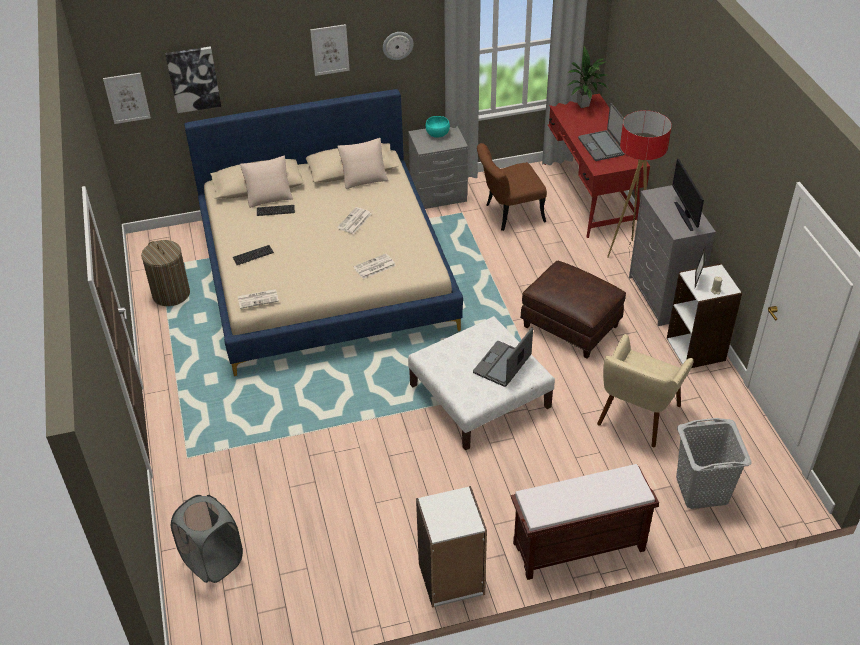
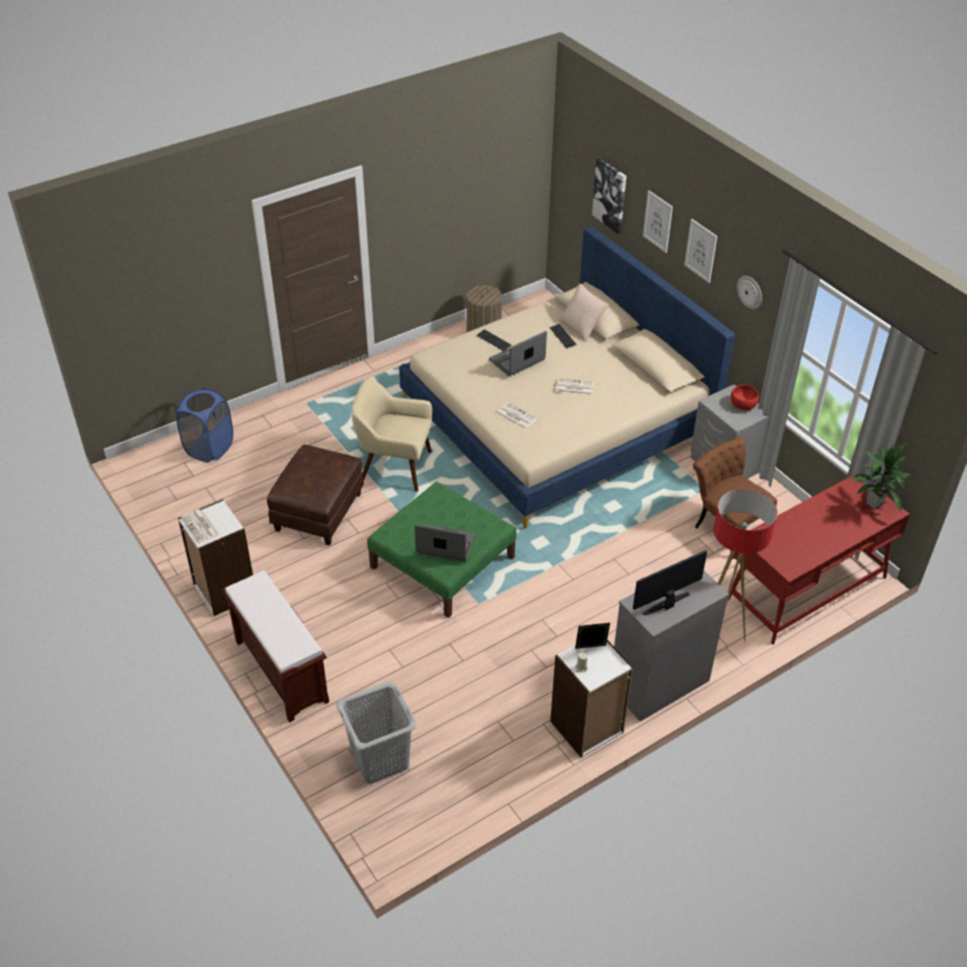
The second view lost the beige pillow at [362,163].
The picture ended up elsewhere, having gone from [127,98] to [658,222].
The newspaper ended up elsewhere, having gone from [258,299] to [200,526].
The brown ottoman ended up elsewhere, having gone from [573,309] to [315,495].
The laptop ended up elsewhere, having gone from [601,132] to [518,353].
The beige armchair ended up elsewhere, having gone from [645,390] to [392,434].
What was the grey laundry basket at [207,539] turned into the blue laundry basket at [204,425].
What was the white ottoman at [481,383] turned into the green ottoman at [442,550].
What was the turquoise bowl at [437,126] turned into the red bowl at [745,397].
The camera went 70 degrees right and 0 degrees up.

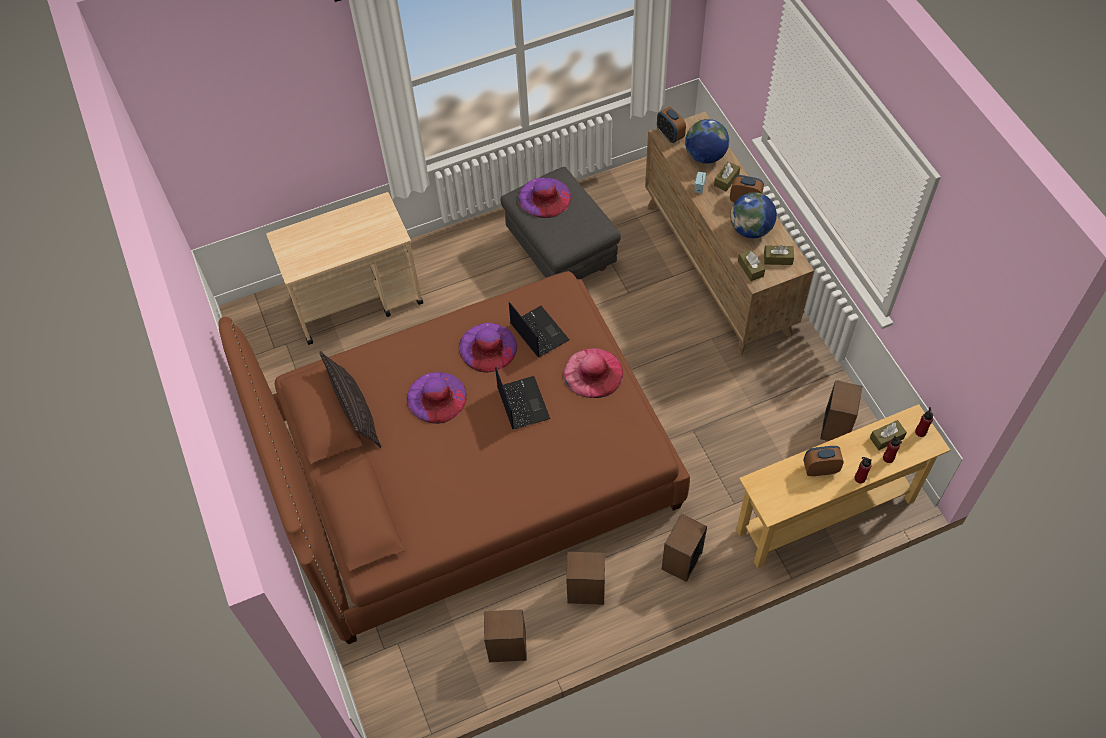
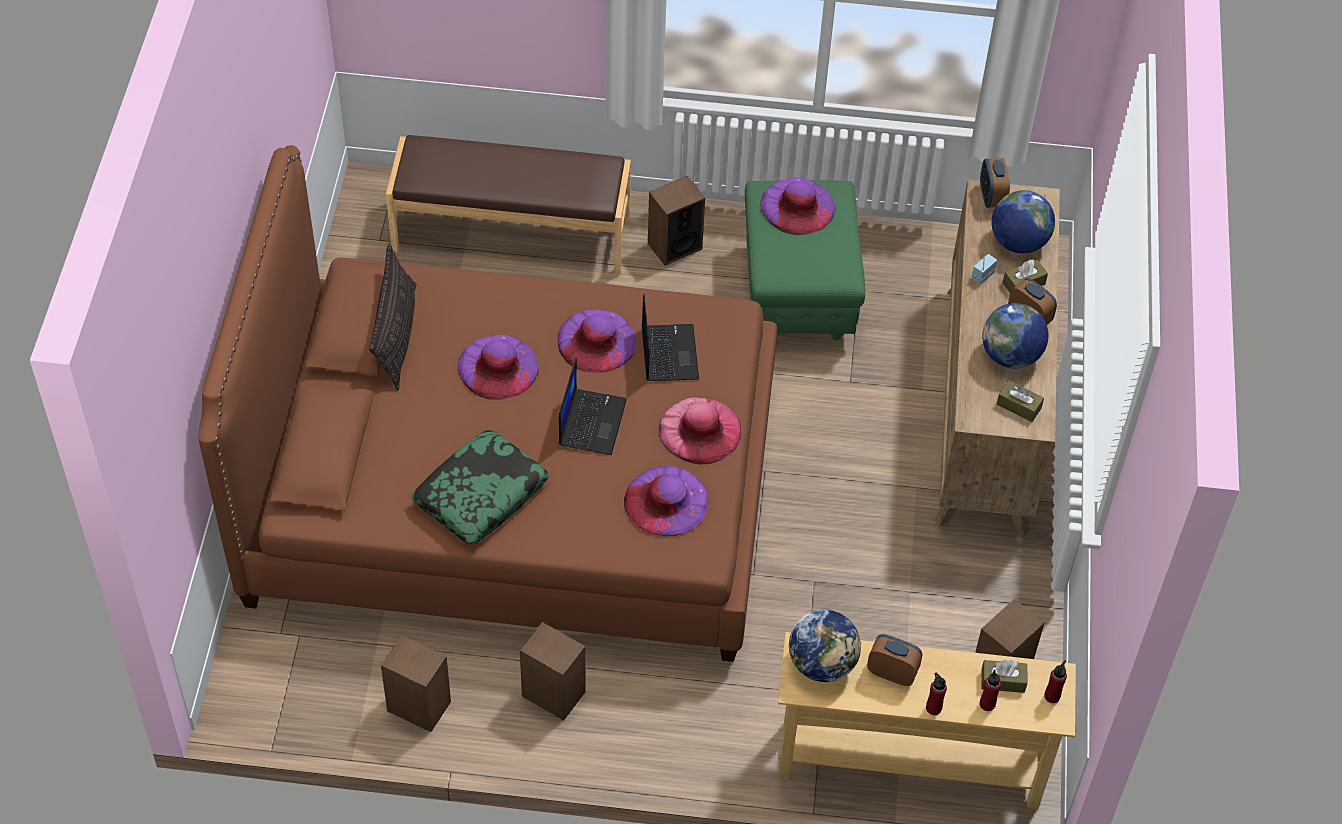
The second view lost the brown tissue box at [751,265].
The second view gained the pillow at [480,487].
The second view gained the purple hat at [666,501].
The second view gained the globe at [825,646].
The speaker ended up elsewhere, having gone from [684,548] to [676,220].
Where the beige cart stood at [344,268], the brown bench came to stand at [508,205].
What was the grey ottoman at [561,223] turned into the green ottoman at [805,260].
The camera went 25 degrees right and 5 degrees down.

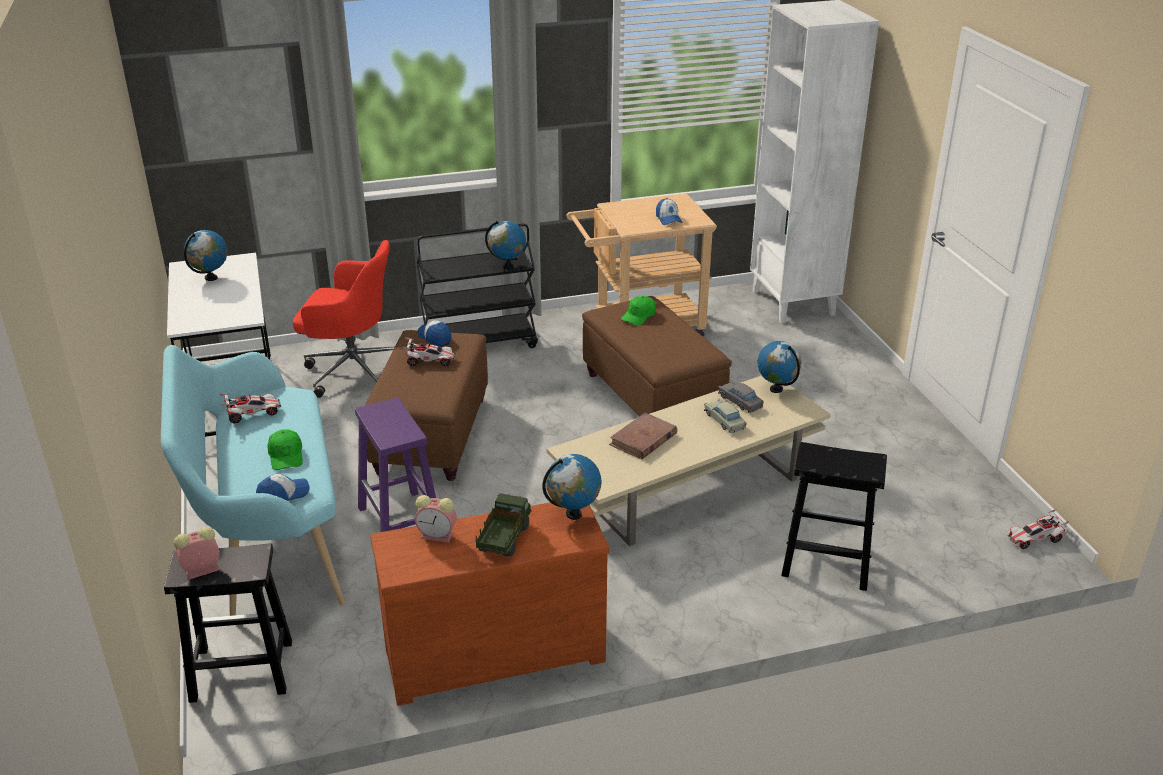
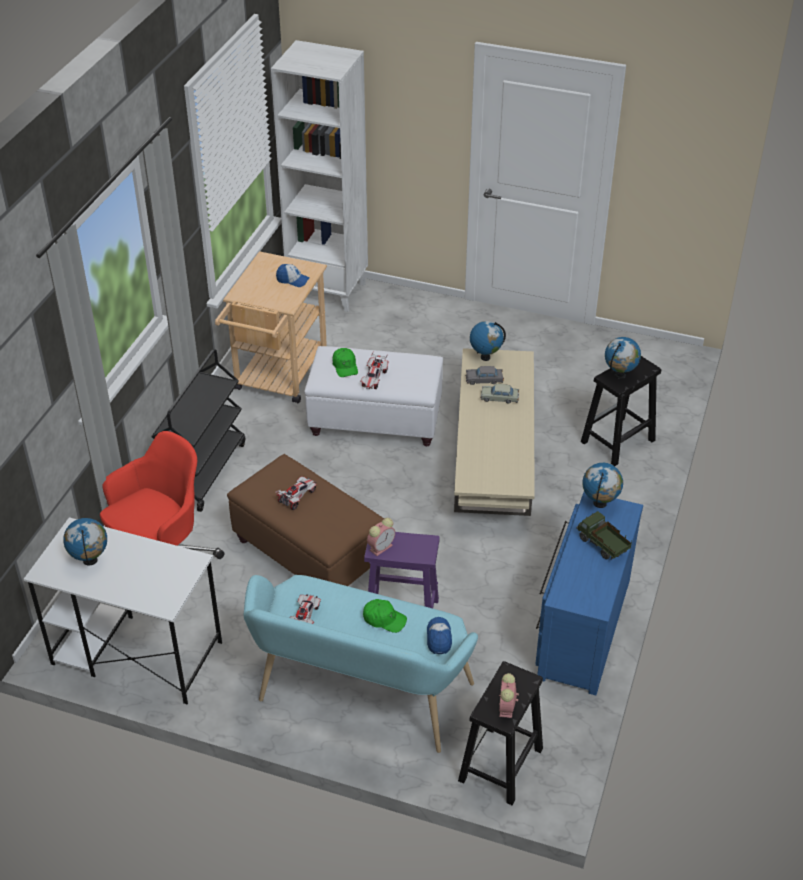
The second view lost the cap at [434,333].
The second view lost the brown book at [643,436].
The alarm clock ended up elsewhere, having gone from [436,519] to [381,537].
The globe ended up elsewhere, having gone from [505,245] to [623,358].
The toy car ended up elsewhere, having gone from [1038,529] to [374,370].
What was the brown dresser at [489,604] turned into the blue dresser at [589,593].
What was the brown ottoman at [657,356] turned into the white ottoman at [373,396].
The camera went 55 degrees left and 10 degrees up.

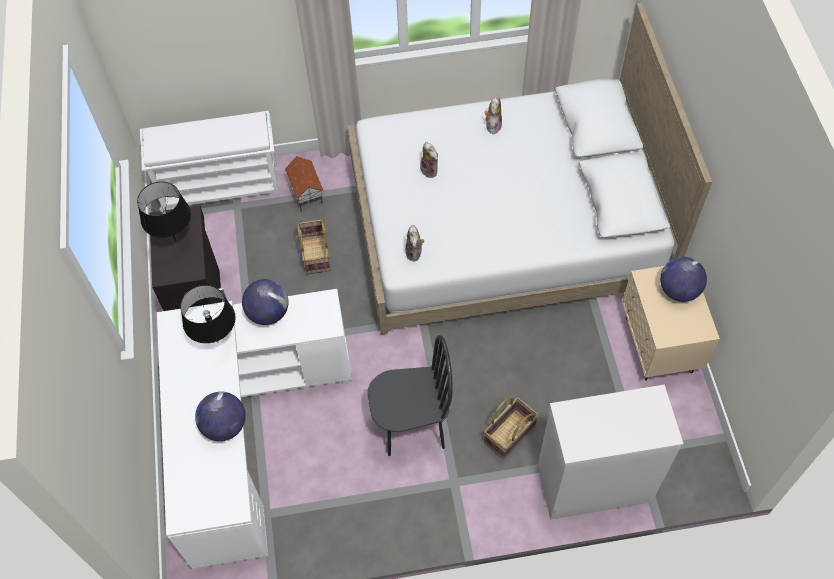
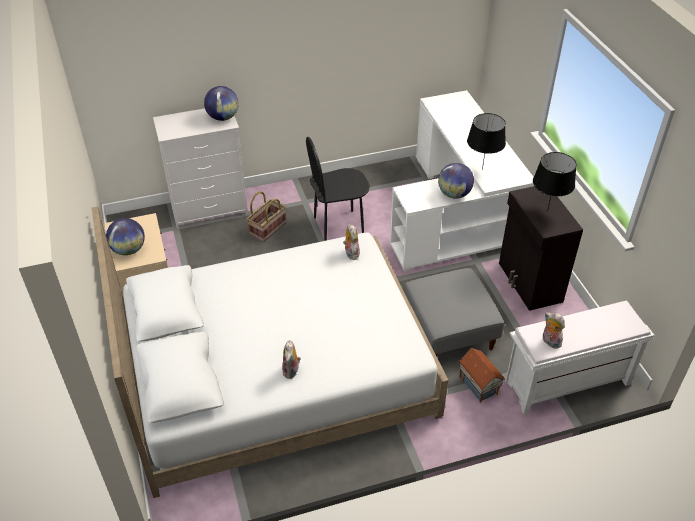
The globe ended up elsewhere, having gone from [220,416] to [221,103].
The plush toy ended up elsewhere, having gone from [429,160] to [554,330].
Where the basket stood at [313,245], the grey ottoman came to stand at [454,312].
The camera went 170 degrees right and 15 degrees down.

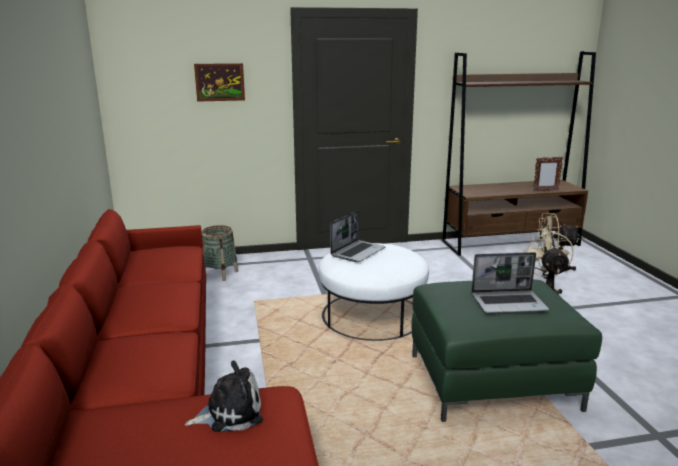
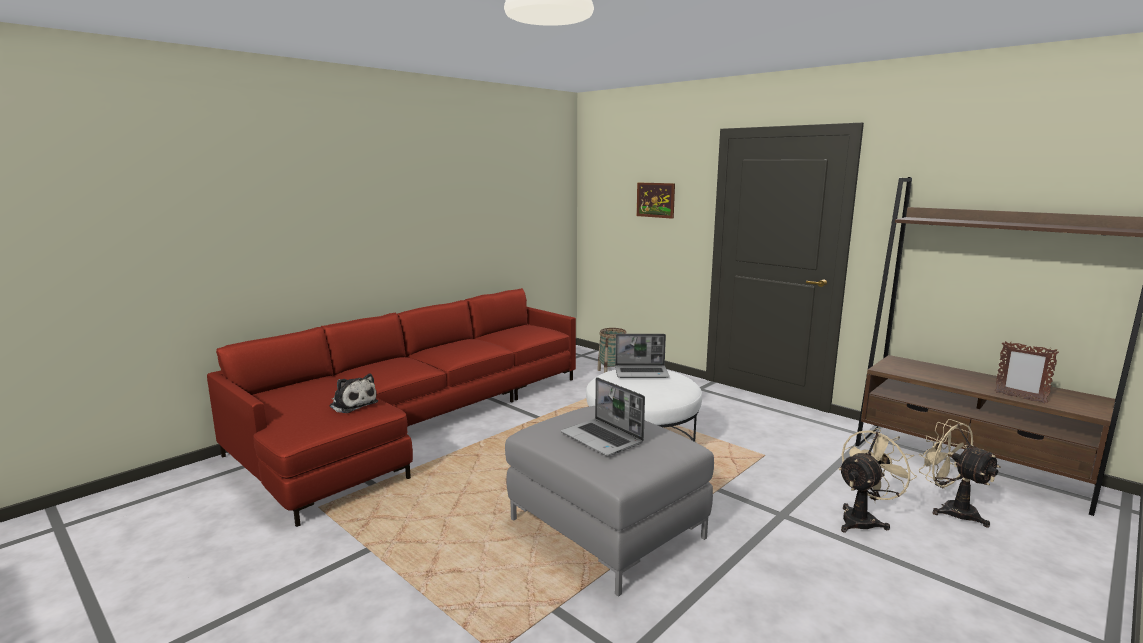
What was the green ottoman at [507,350] turned into the grey ottoman at [609,501].
The camera went 55 degrees right and 5 degrees down.

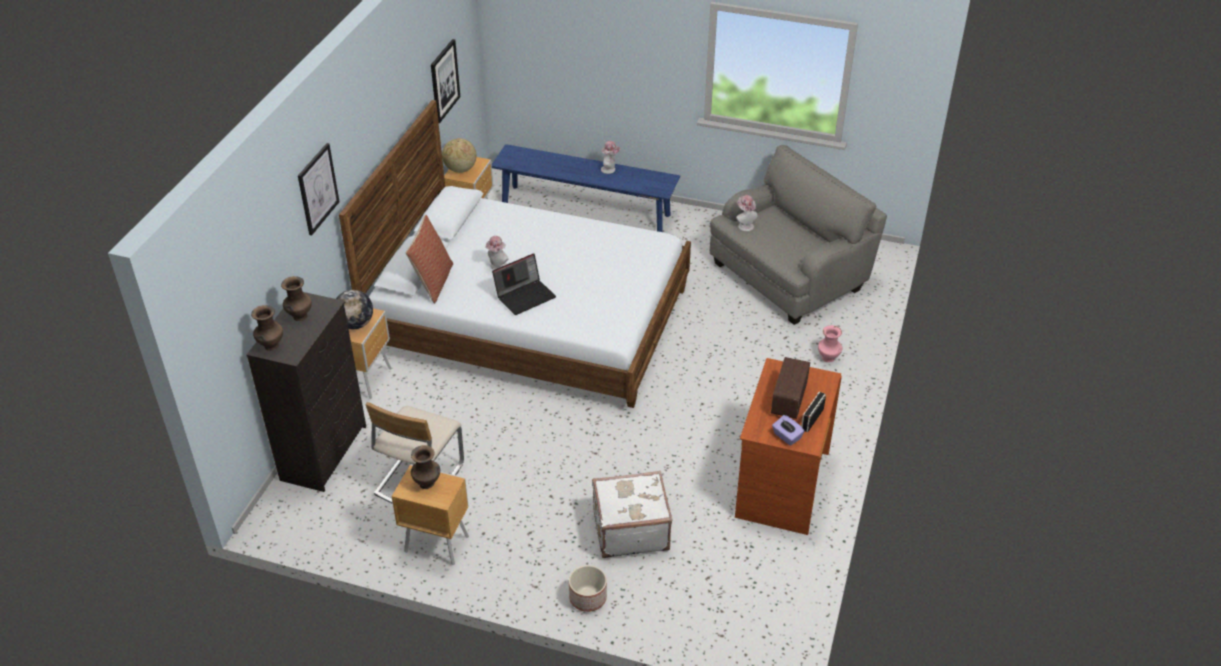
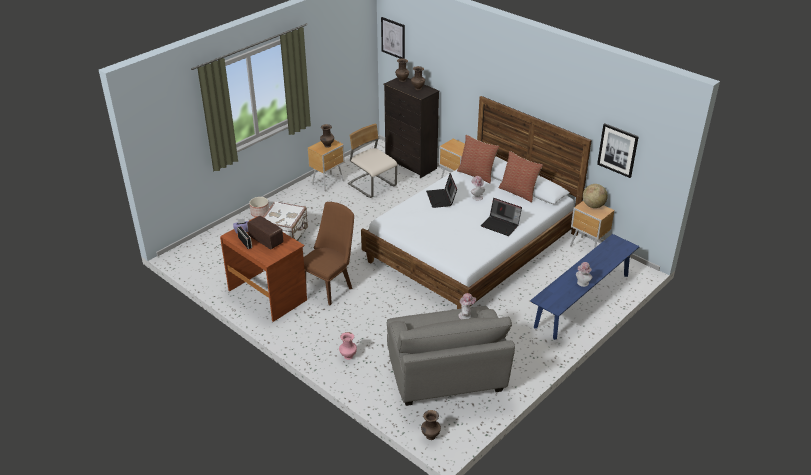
The second view lost the globe at [354,309].
The second view gained the brown chair at [329,253].
The second view gained the brown vase at [431,425].
The second view gained the laptop at [501,217].
The second view gained the pillow at [521,176].
The picture ended up elsewhere, having gone from [318,189] to [393,38].
The camera went 115 degrees right and 5 degrees down.

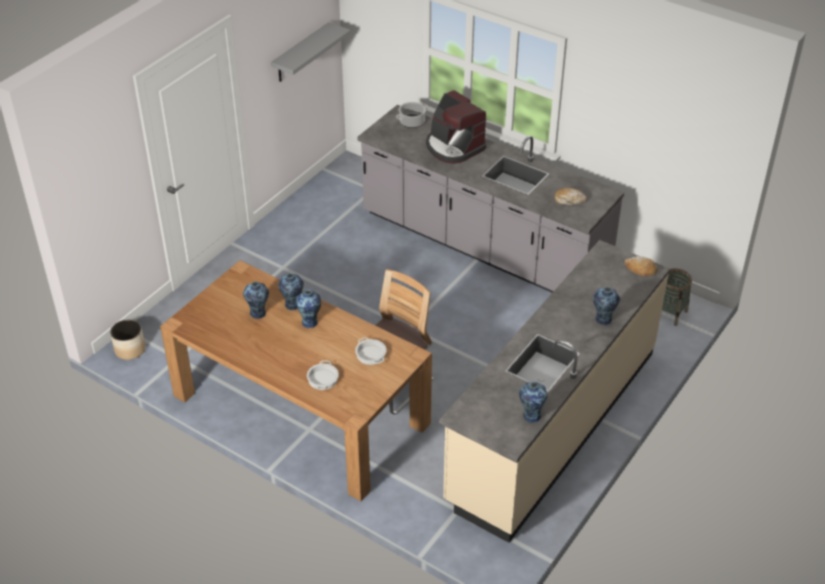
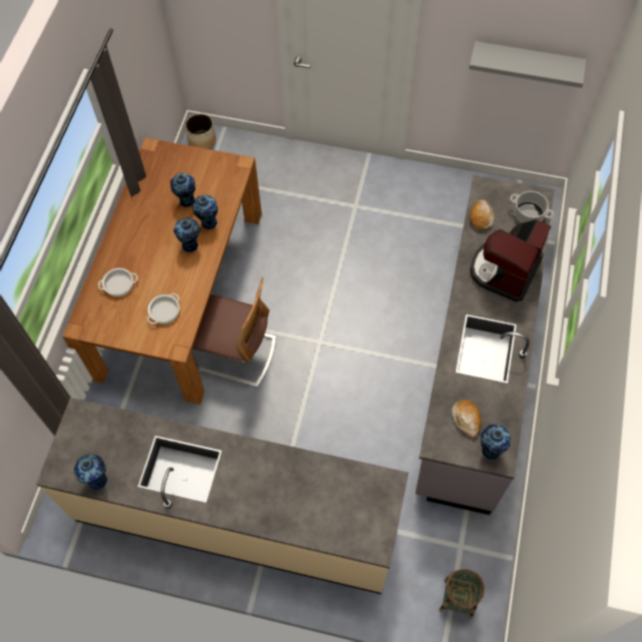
The vase ended up elsewhere, having gone from [606,306] to [496,441].
The bread ended up elsewhere, having gone from [641,266] to [481,215].
The camera went 70 degrees right and 20 degrees up.

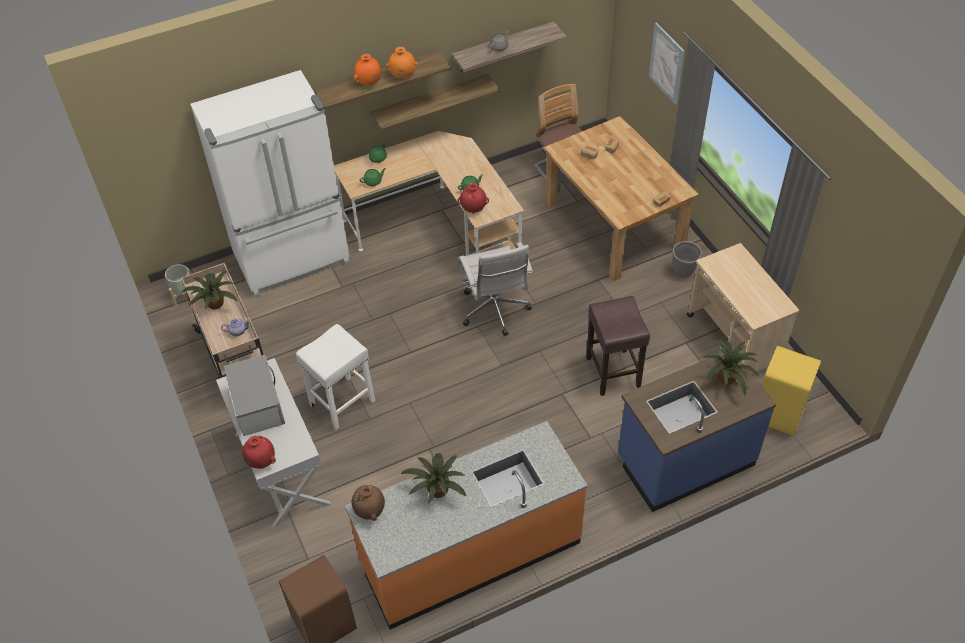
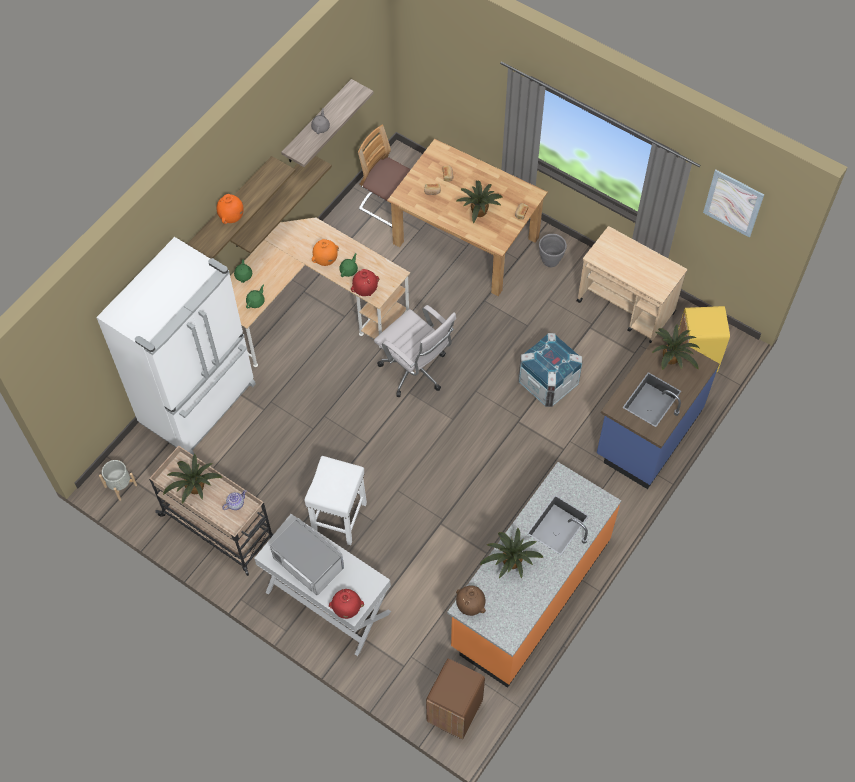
The second view gained the potted plant at [479,202].
The orange vase ended up elsewhere, having gone from [402,62] to [325,252].
The picture ended up elsewhere, having gone from [667,63] to [733,204].
Where the brown stool stood at [618,346], the crate came to stand at [550,370].
The camera went 30 degrees left and 10 degrees up.

